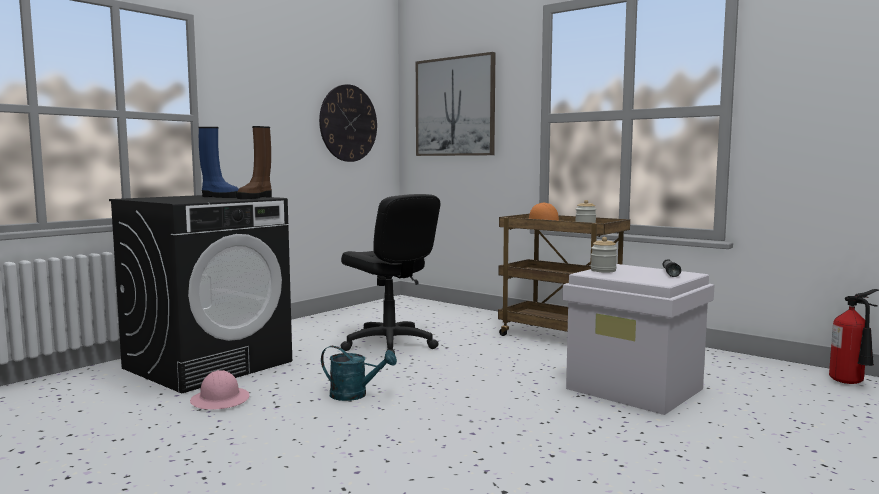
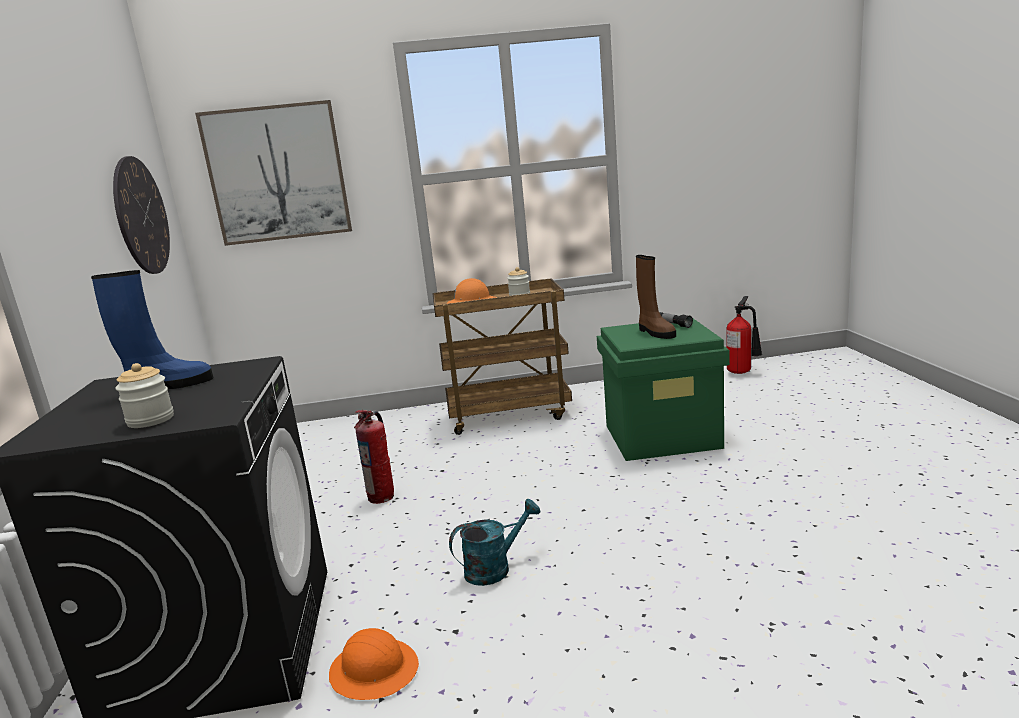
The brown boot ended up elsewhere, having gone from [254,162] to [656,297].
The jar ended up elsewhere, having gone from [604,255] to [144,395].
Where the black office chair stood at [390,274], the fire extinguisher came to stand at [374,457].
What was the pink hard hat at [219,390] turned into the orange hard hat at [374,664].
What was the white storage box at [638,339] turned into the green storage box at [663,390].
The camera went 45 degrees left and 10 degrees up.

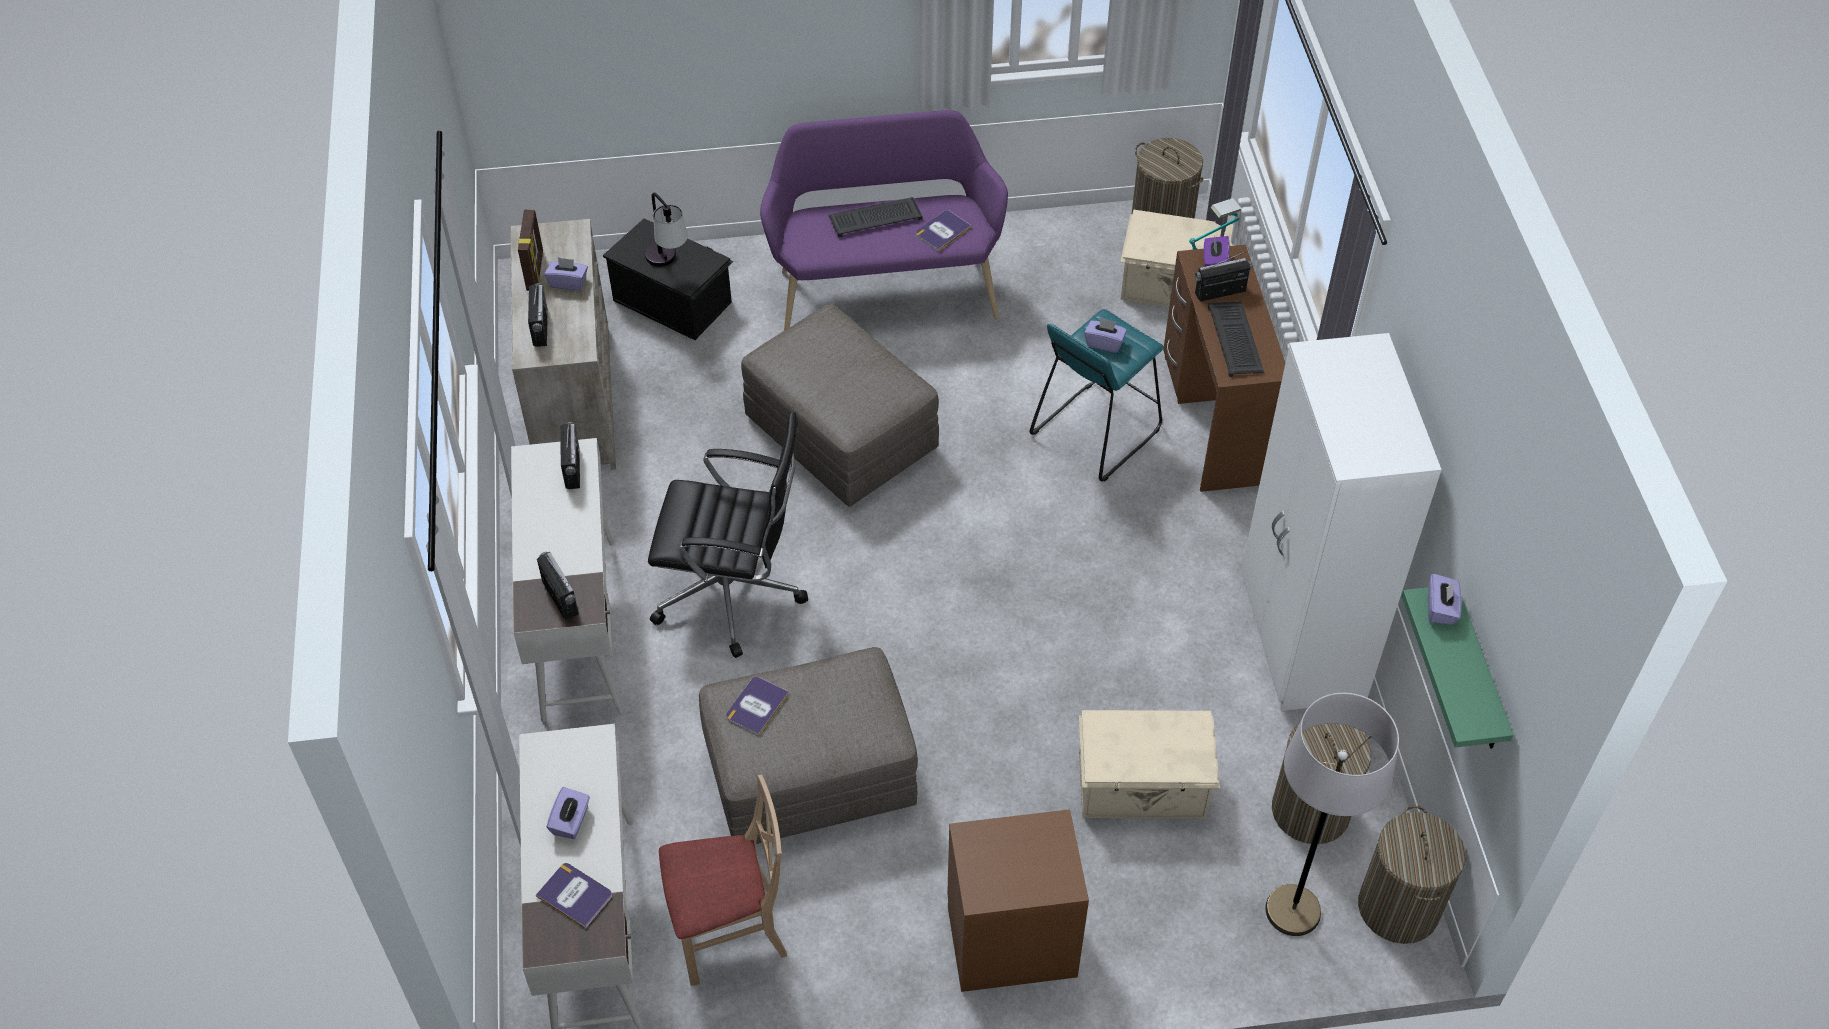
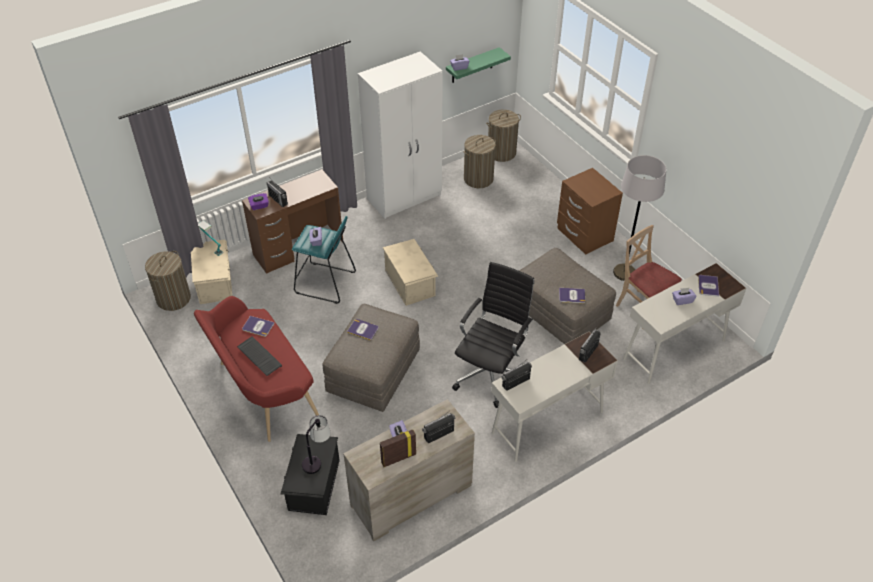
The second view lost the keyboard at [1236,339].
The second view gained the book at [363,329].
The beige storage box ended up elsewhere, having gone from [1149,764] to [410,272].
The grey floor lamp ended up elsewhere, having gone from [1332,814] to [639,218].
What was the purple bench at [884,220] turned into the red bench at [256,369].
The black office chair at [728,535] ended up facing another way, 45 degrees clockwise from before.
The camera went 115 degrees left and 5 degrees down.

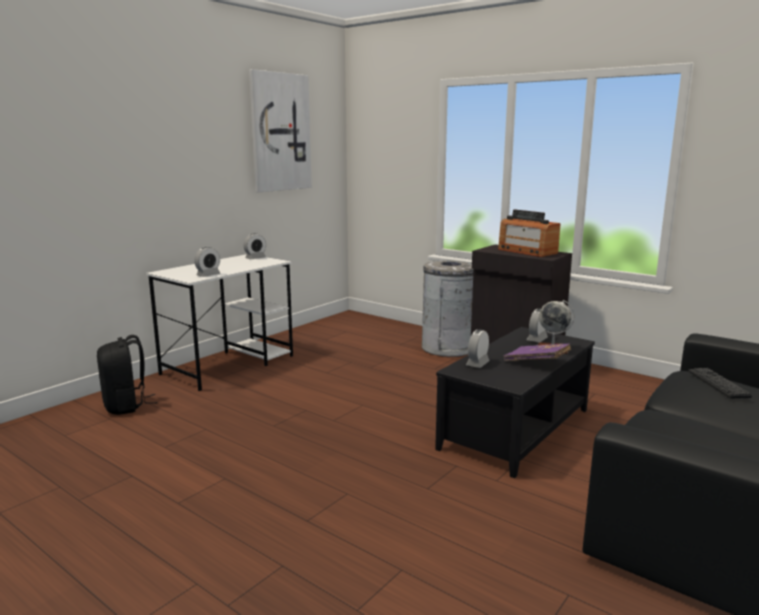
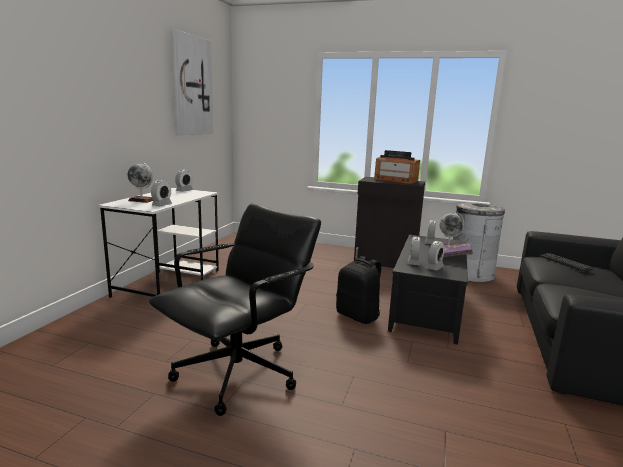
The second view gained the globe at [140,183].
The second view gained the black office chair at [235,310].
The second view gained the alarm clock at [434,256].
The black backpack ended up elsewhere, having gone from [127,375] to [358,290].
The grey trash can ended up elsewhere, having gone from [448,309] to [479,242].
The camera went 20 degrees left and 0 degrees up.

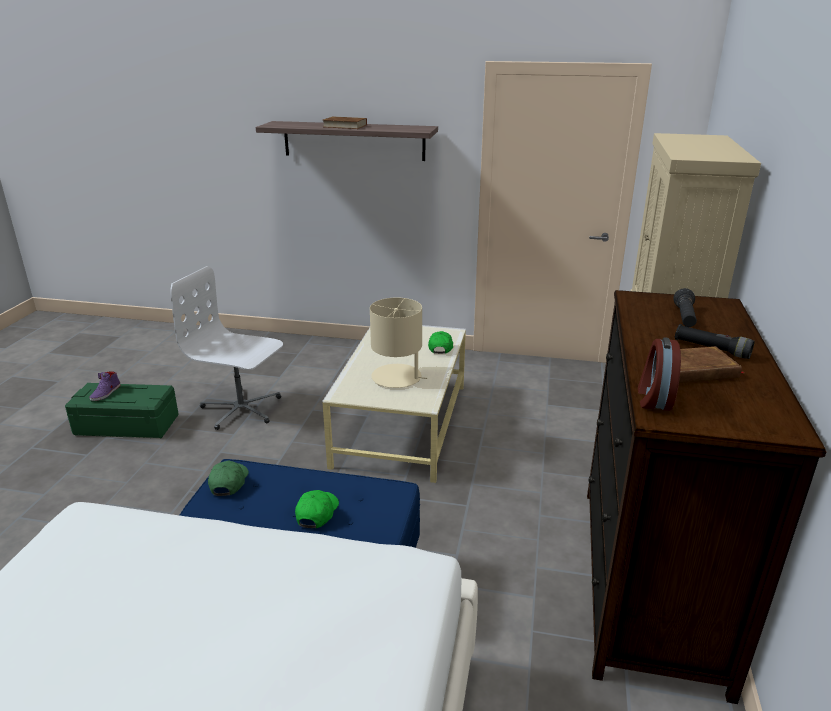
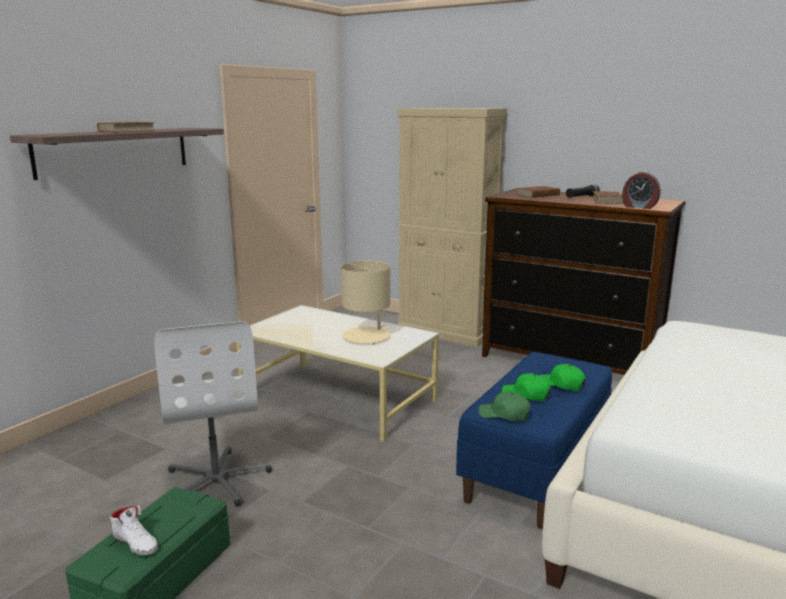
The green cap ended up elsewhere, having gone from [440,342] to [526,387].
Where the black flashlight stood at [685,307], the brown book came to stand at [538,192].
What was the purple shoe at [105,386] turned into the white shoe at [134,531].
The white office chair at [226,348] ended up facing another way, 60 degrees counterclockwise from before.
The camera went 70 degrees left and 10 degrees down.

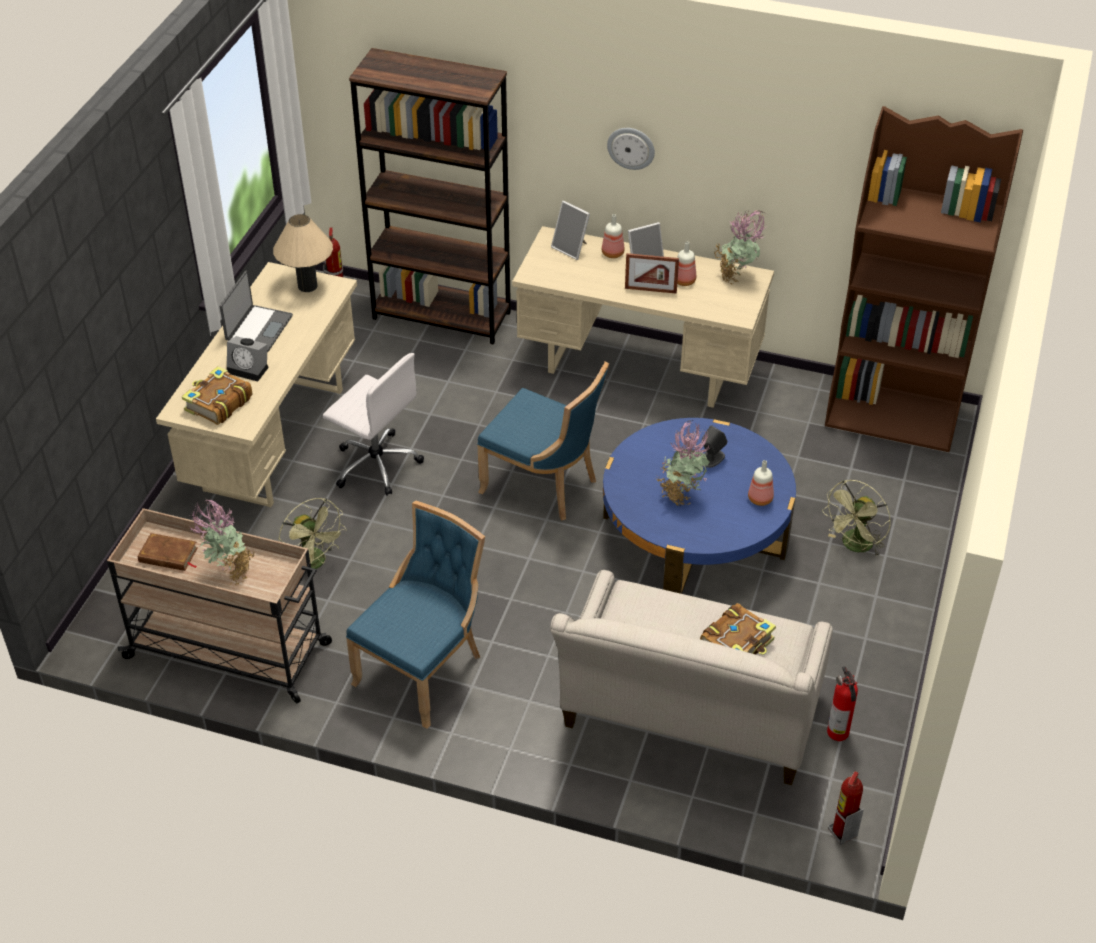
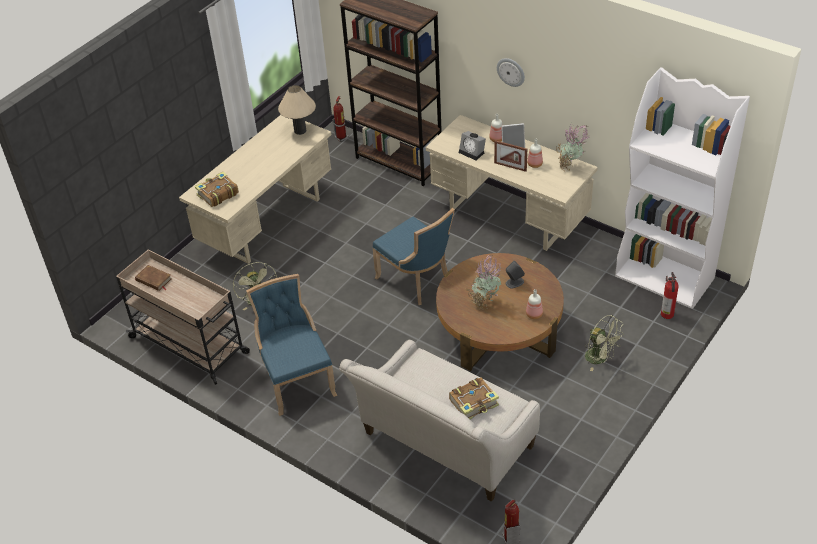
The second view lost the potted plant at [222,542].
The second view lost the laptop at [256,311].
The second view lost the white office chair at [373,424].
The second view lost the picture frame at [570,230].
The alarm clock ended up elsewhere, having gone from [248,358] to [472,145].
The fire extinguisher ended up elsewhere, having gone from [842,703] to [670,295].
What was the blue coffee table at [699,506] turned into the brown coffee table at [500,312].
What was the brown bookcase at [924,279] turned into the white bookcase at [682,188].
The blue chair at [415,614] ended up facing another way, 75 degrees counterclockwise from before.
The green fan at [856,517] ended up facing another way, 105 degrees counterclockwise from before.
The camera went 20 degrees right and 0 degrees up.

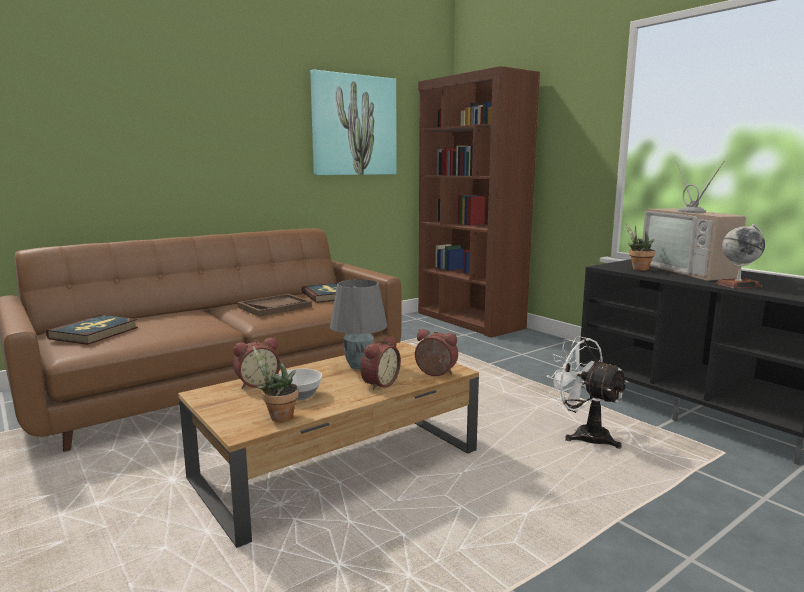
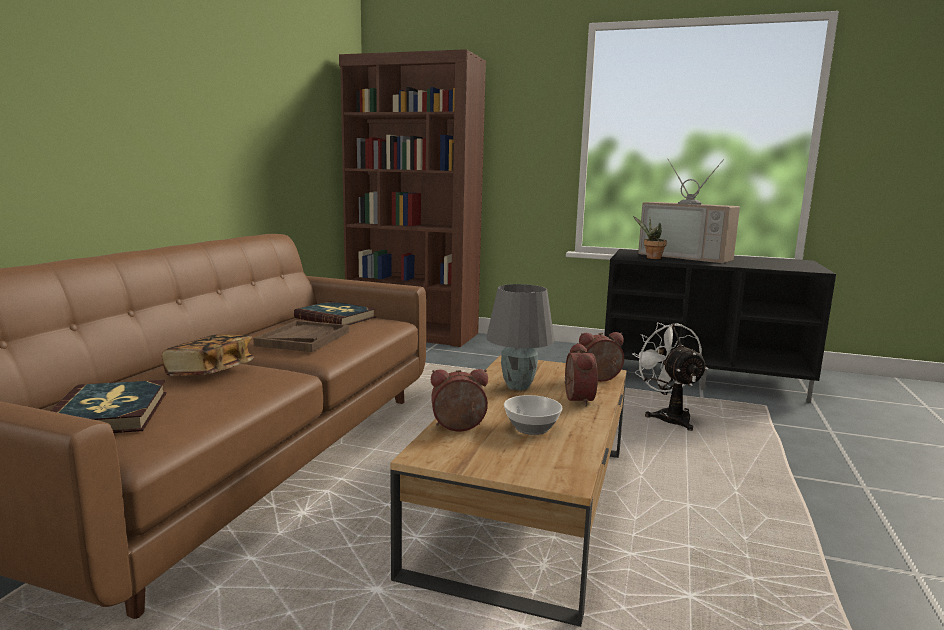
The second view lost the potted plant at [276,384].
The second view lost the picture at [353,122].
The second view lost the globe at [740,256].
The second view gained the book at [208,355].
The alarm clock at [256,363] ended up facing another way, 120 degrees counterclockwise from before.
The white fan at [587,392] ended up facing another way, 60 degrees clockwise from before.
The camera went 35 degrees left and 0 degrees up.

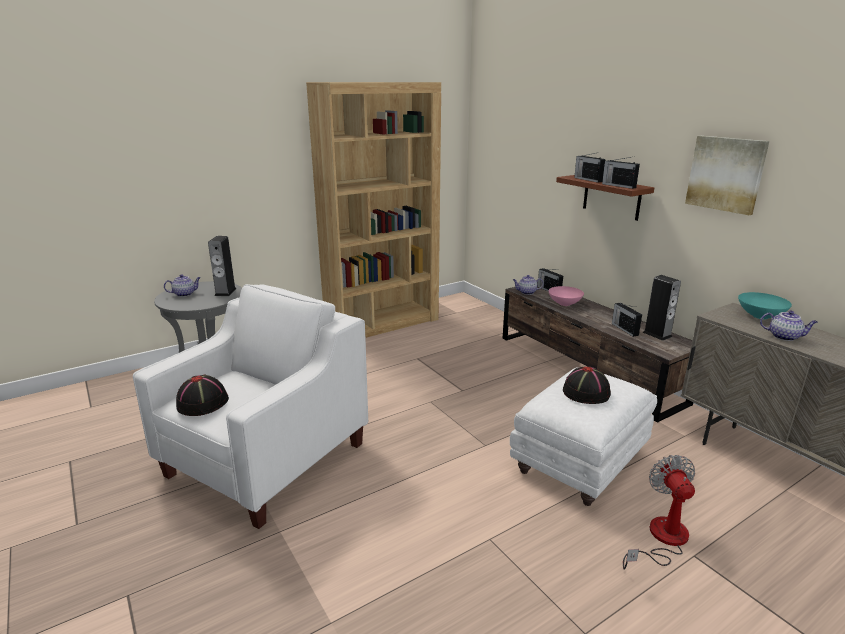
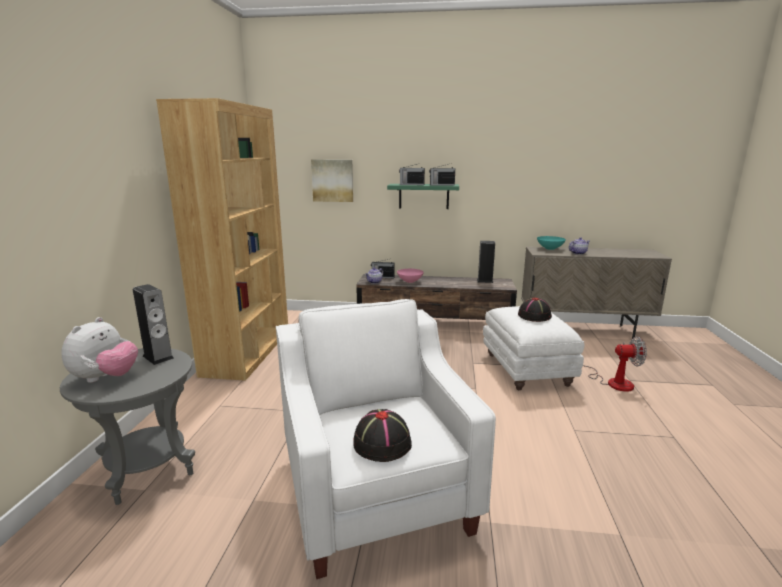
The second view lost the radio at [627,320].
The picture ended up elsewhere, having gone from [727,175] to [332,180].
Where the teapot stood at [182,285], the plush toy came to stand at [99,350].
What was the brown shelf at [605,198] turned into the green shelf at [423,196].
The fan at [659,512] ended up facing another way, 150 degrees clockwise from before.
The camera went 50 degrees left and 5 degrees down.

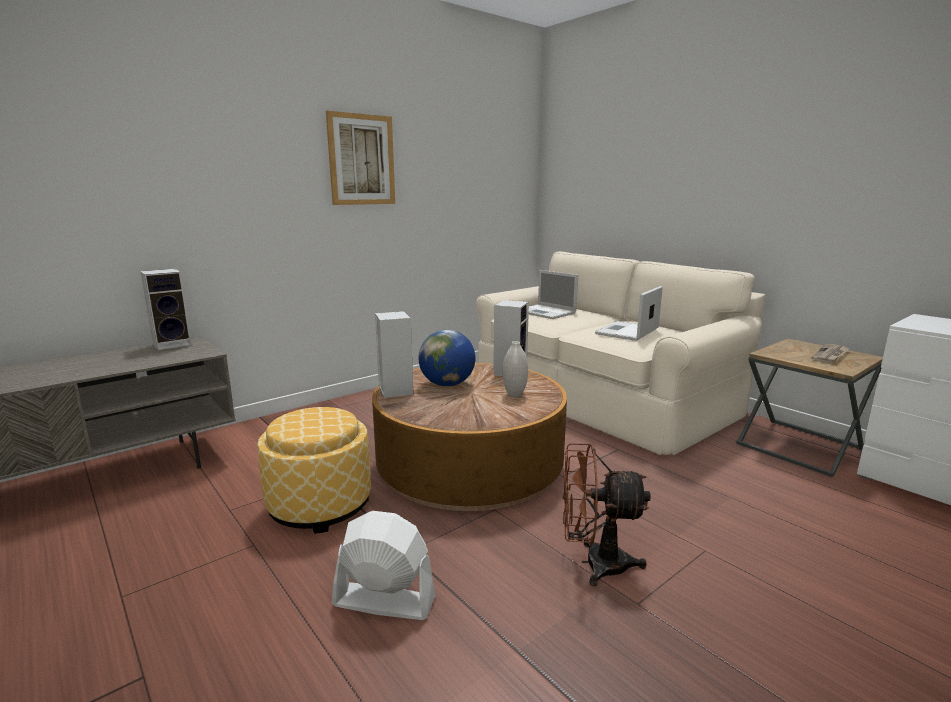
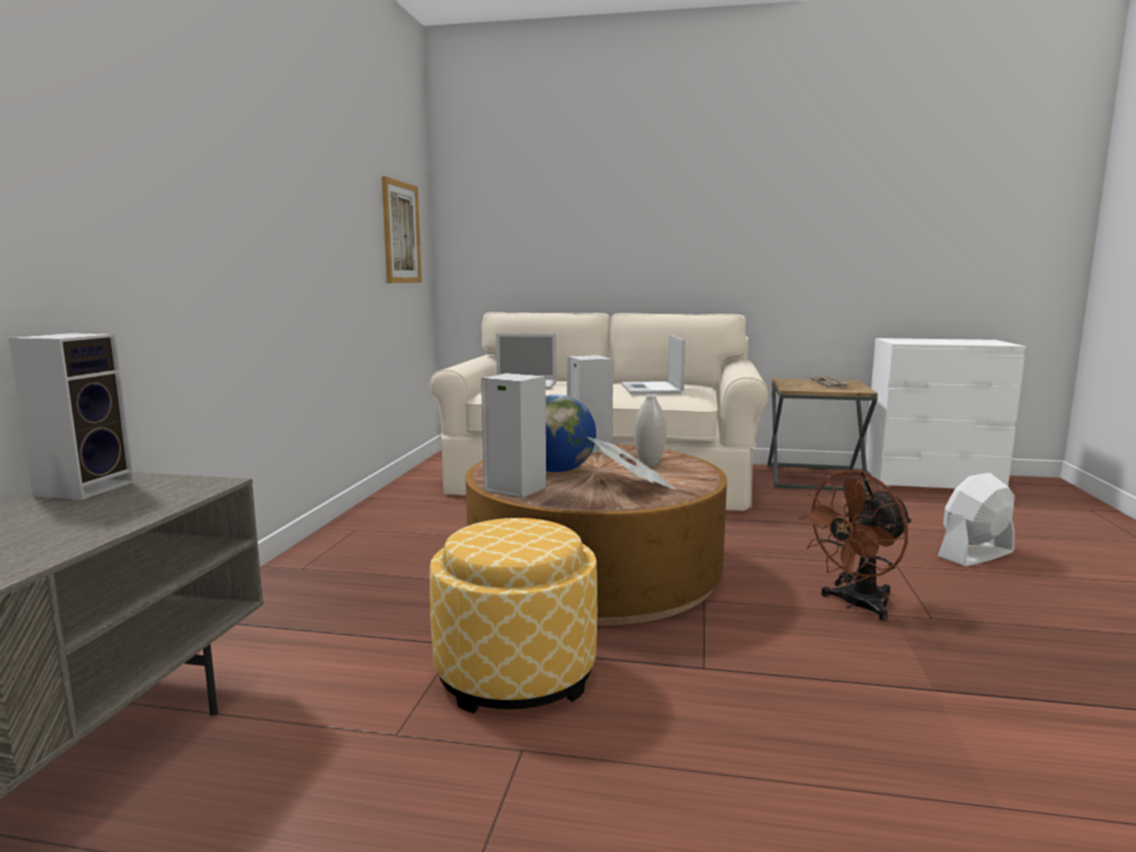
The second view gained the newspaper at [632,463].
The picture ended up elsewhere, having gone from [360,158] to [402,229].
The white fan ended up elsewhere, having gone from [383,565] to [976,519].
The camera went 40 degrees left and 5 degrees down.

